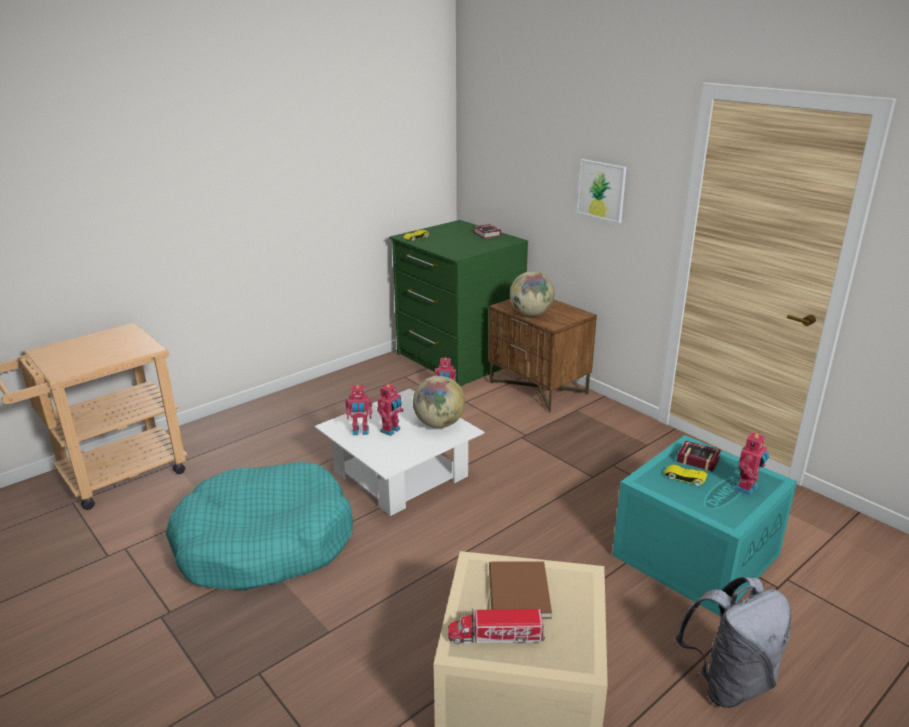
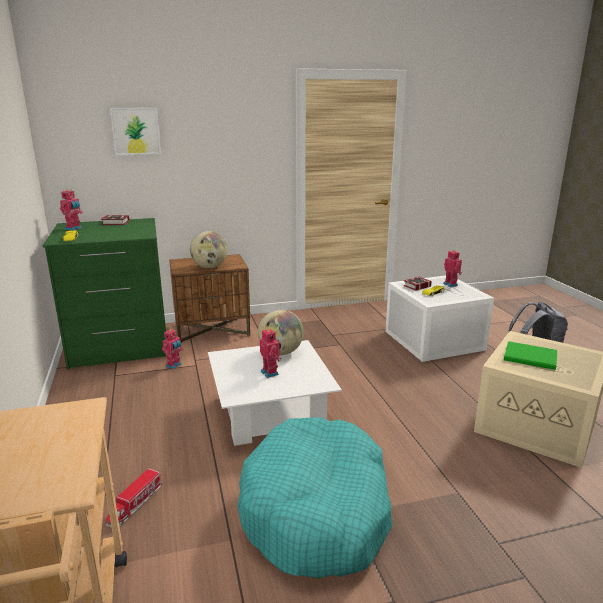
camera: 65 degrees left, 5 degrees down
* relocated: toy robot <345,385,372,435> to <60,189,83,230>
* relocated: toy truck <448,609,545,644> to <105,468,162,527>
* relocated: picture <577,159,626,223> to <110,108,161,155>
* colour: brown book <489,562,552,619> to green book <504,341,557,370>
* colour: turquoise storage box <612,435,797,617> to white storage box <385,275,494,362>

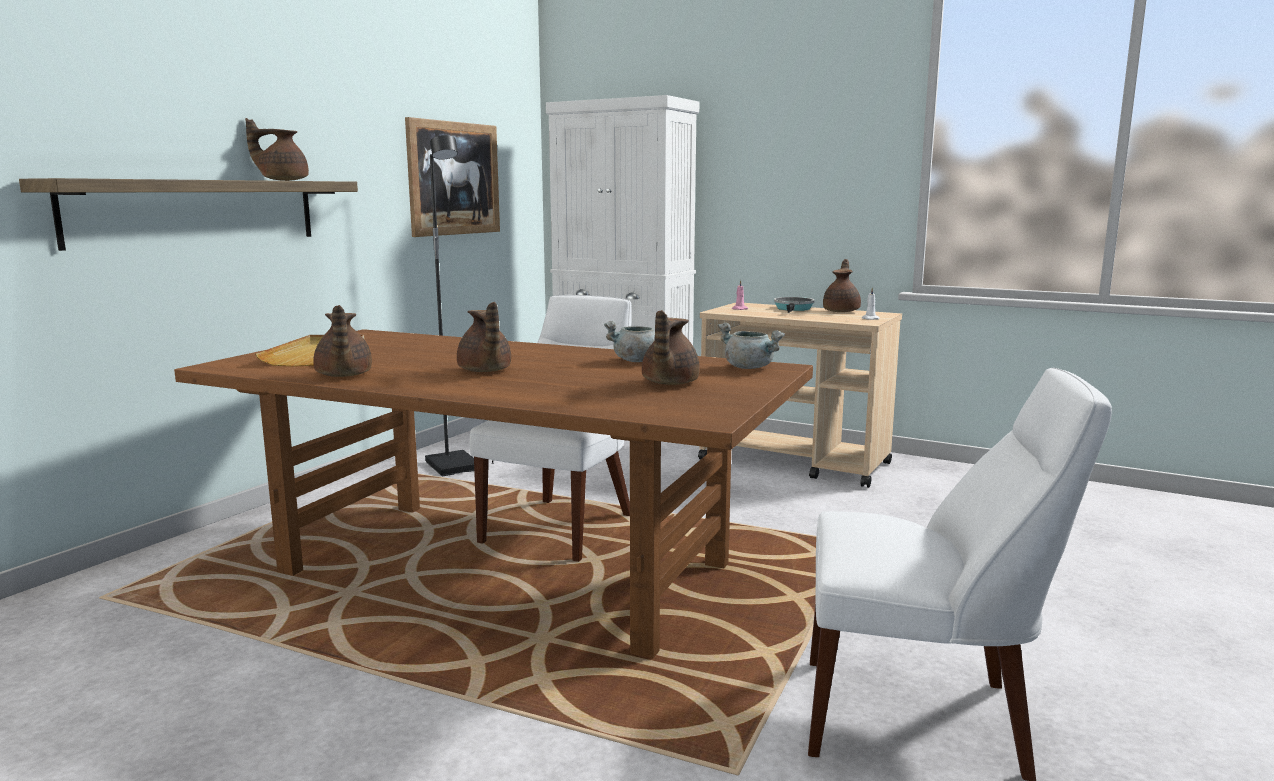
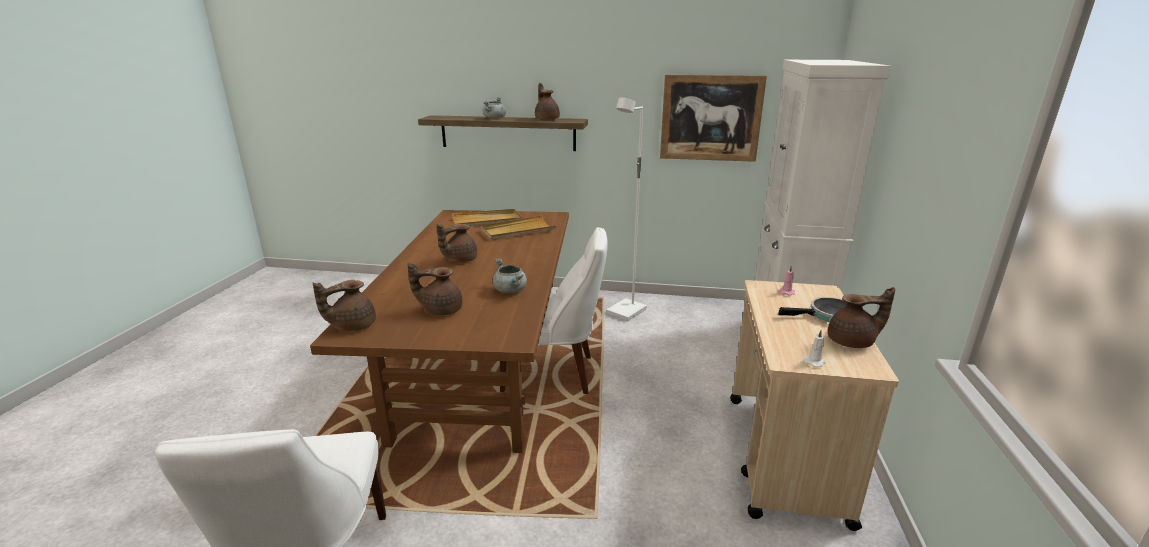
camera: 70 degrees right, 10 degrees up
* appeared: beige tray <481,215,557,241>
* relocated: brown teapot <313,305,372,377> to <313,280,376,331>
* relocated: grey cooking pot <718,323,785,369> to <482,97,506,119>
* colour: black floor lamp <425,135,474,476> to white floor lamp <606,98,647,321>

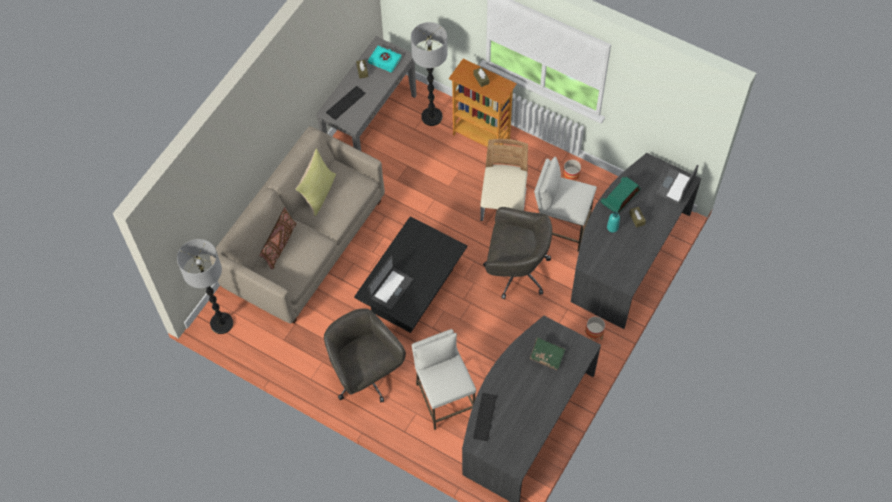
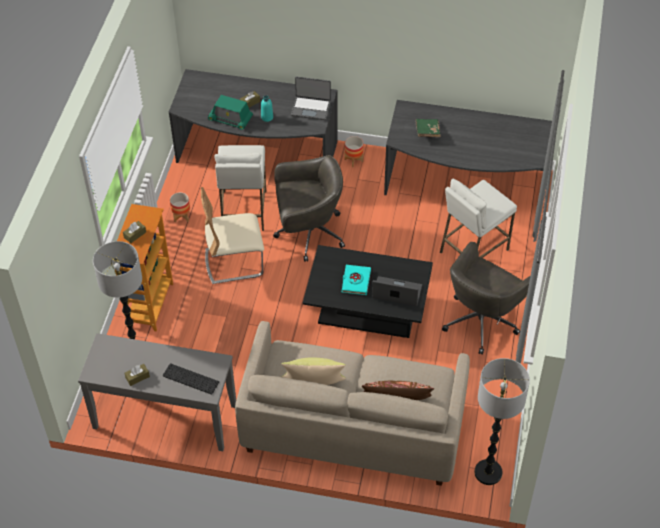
camera: 110 degrees left, 10 degrees down
* missing: keyboard <473,393,497,441>
* relocated: turquoise book <368,46,402,73> to <342,265,371,295>
* relocated: laptop <656,165,699,204> to <291,77,331,120>
* spun: grey office chair <483,207,552,299> = <273,155,345,262> 90 degrees clockwise

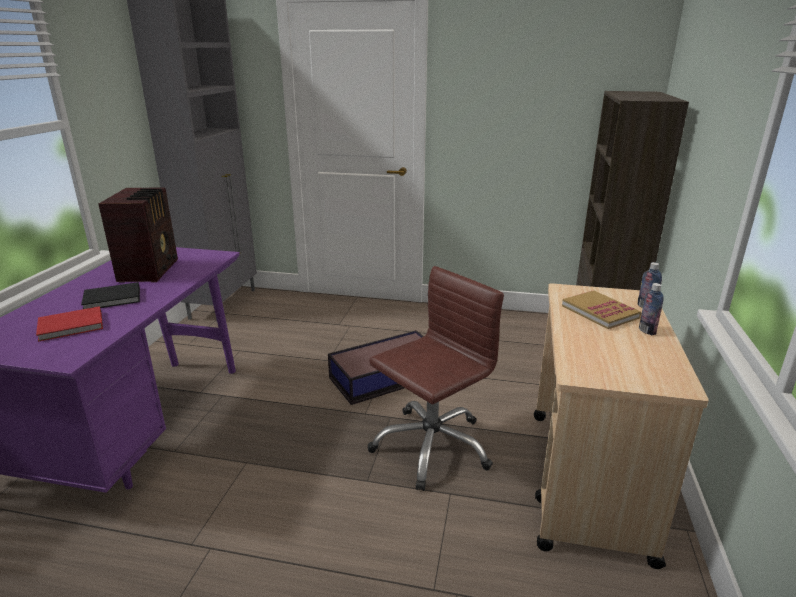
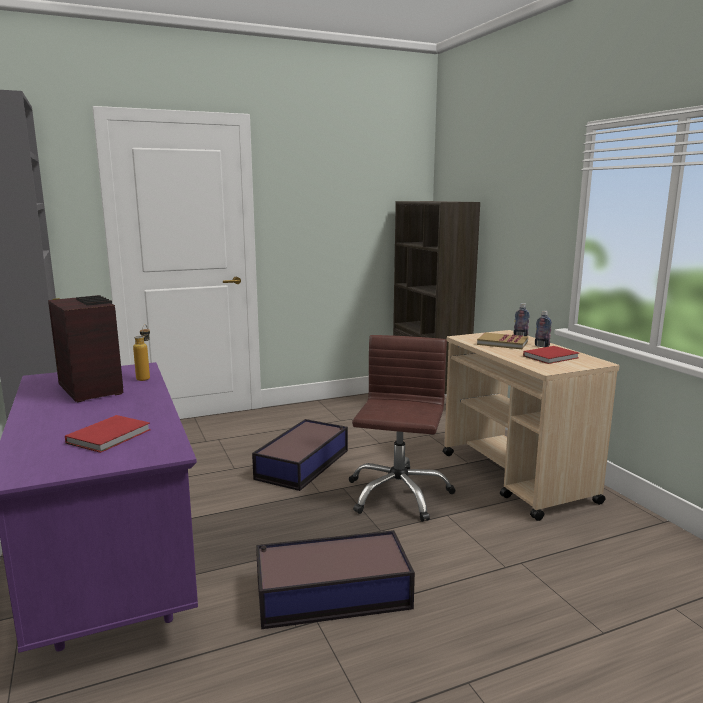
camera: 35 degrees left, 10 degrees down
* missing: black book <81,282,140,309>
* appeared: bottle <133,324,150,381>
* appeared: storage box <256,530,415,629>
* appeared: red book <523,346,579,364>

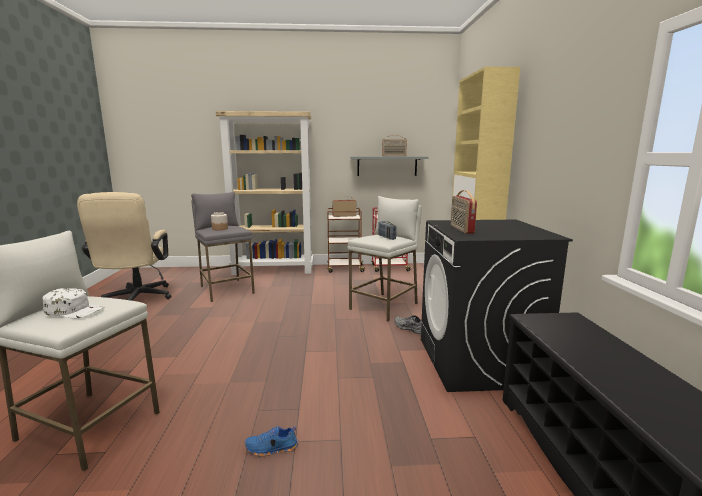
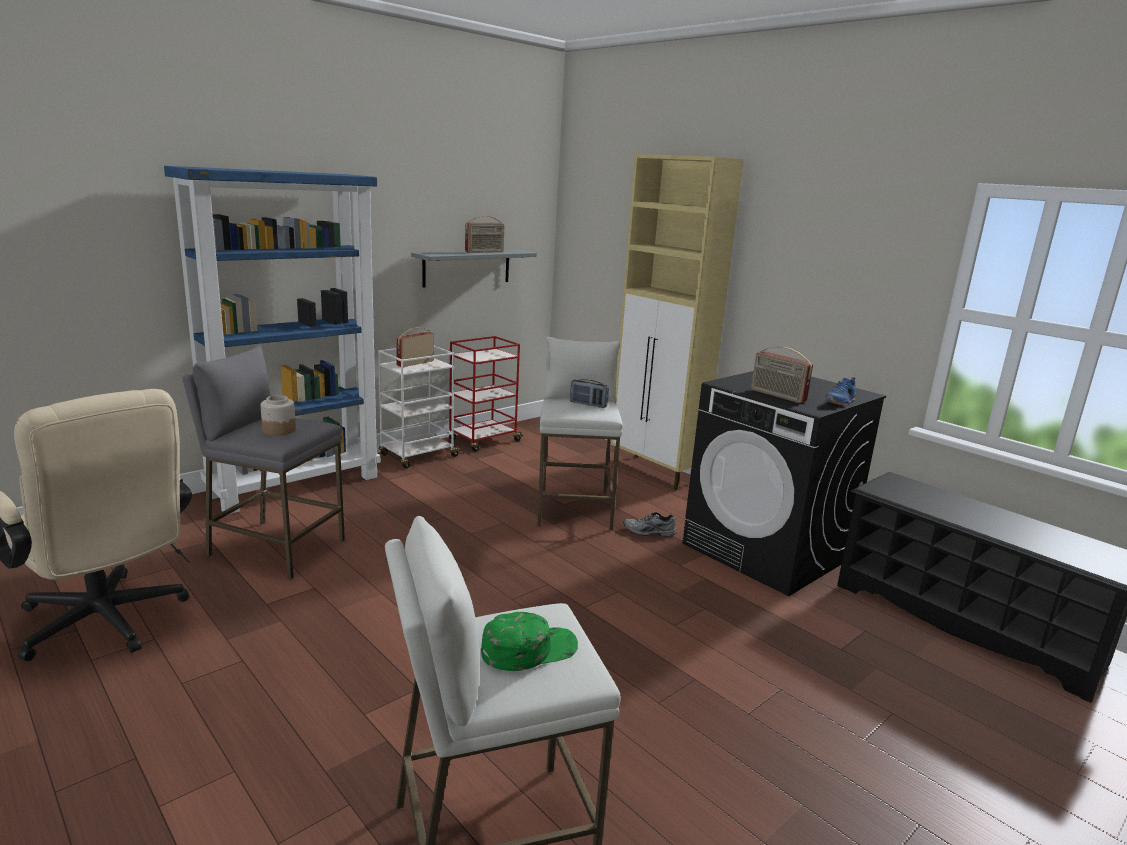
camera: 40 degrees left, 5 degrees up
* relocated: blue shoe <245,425,298,457> to <824,377,856,406>
* colour: white cap <42,288,105,319> to green cap <481,612,578,671>
* colour: beige bookcase <216,111,314,275> to blue bookcase <164,166,380,514>
* colour: brown cart <327,208,366,273> to white cart <378,346,461,469>

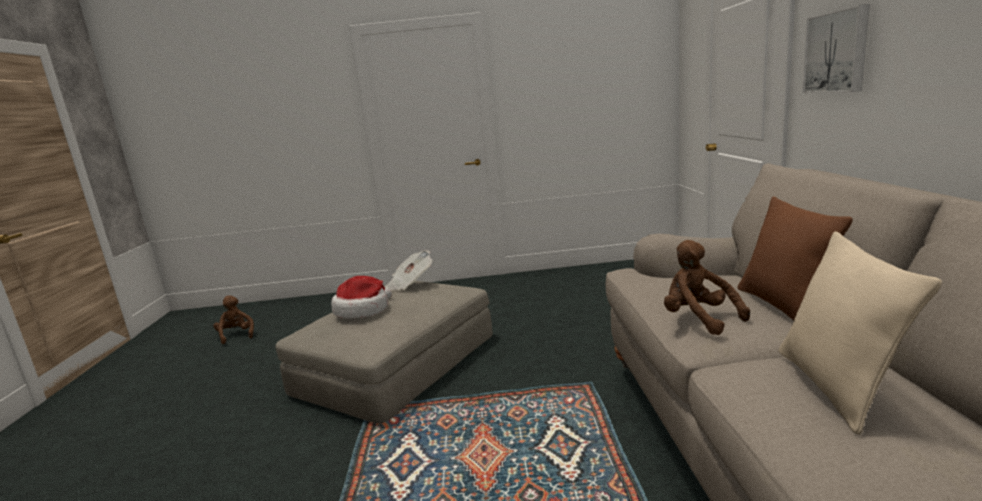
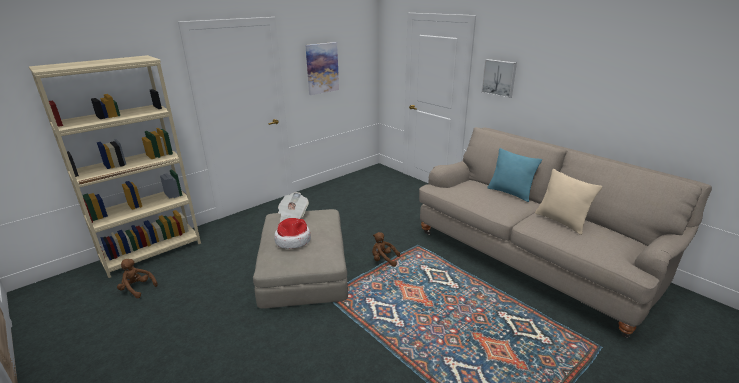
camera: 40 degrees left, 10 degrees up
* appeared: beige bookcase <29,55,201,278>
* appeared: picture <306,42,339,95>
* relocated: brown plush toy <664,240,750,335> to <372,232,400,267>
* colour: brown pillow <737,197,853,321> to turquoise pillow <487,148,542,202>

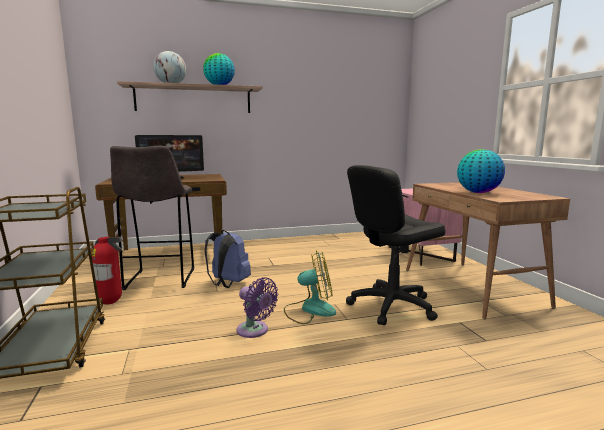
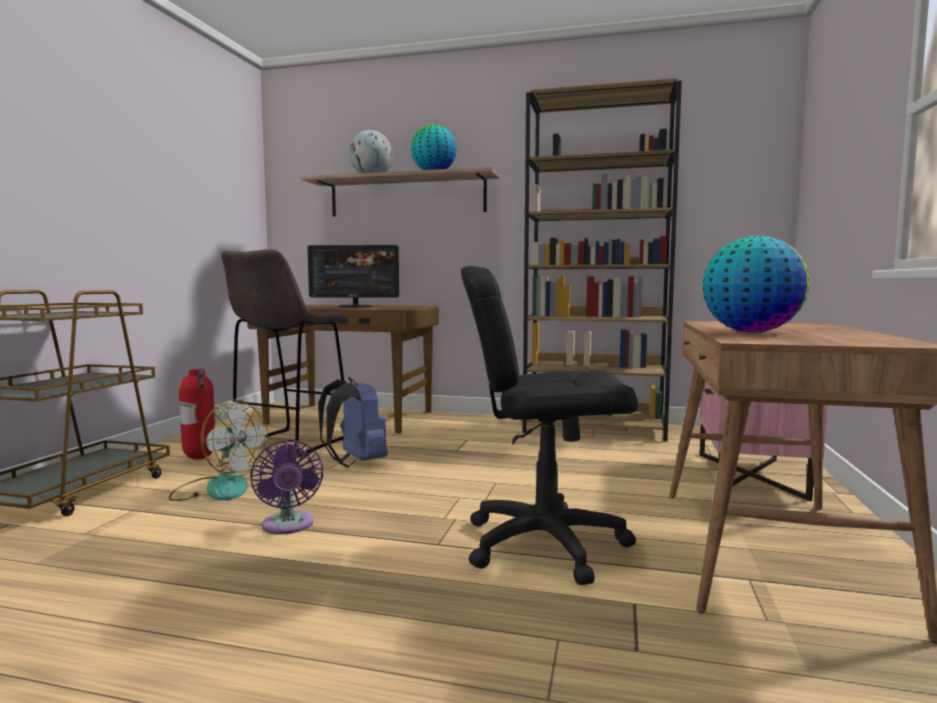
camera: 30 degrees right, 5 degrees down
* appeared: brown bookcase <522,78,682,442>
* relocated: fan <284,250,336,324> to <169,399,268,501>

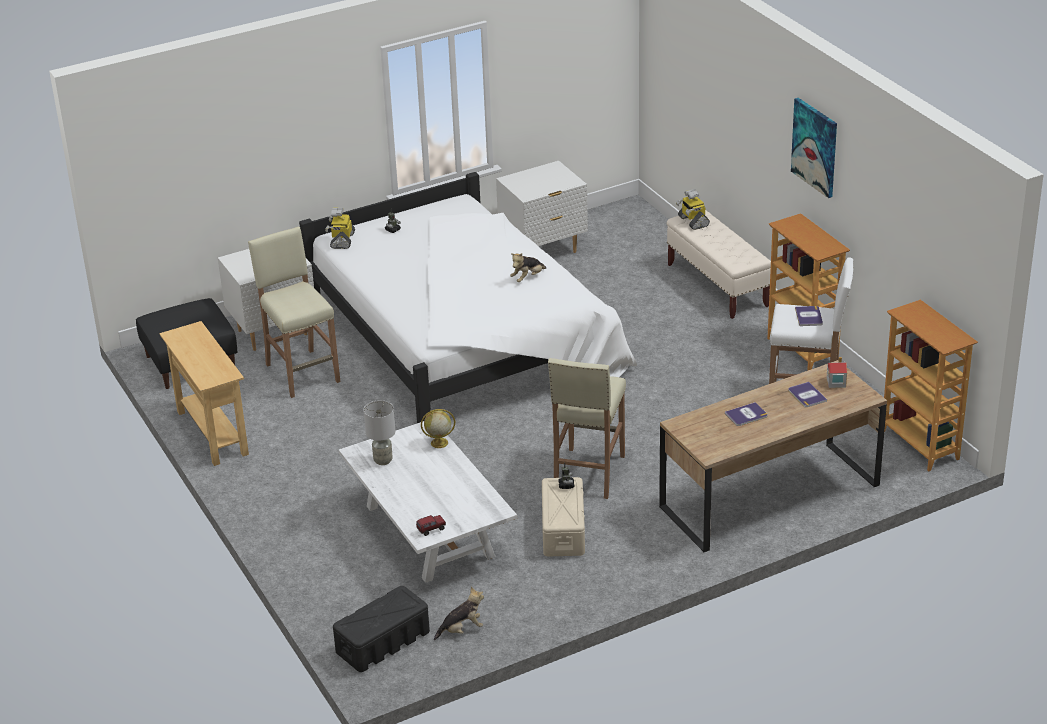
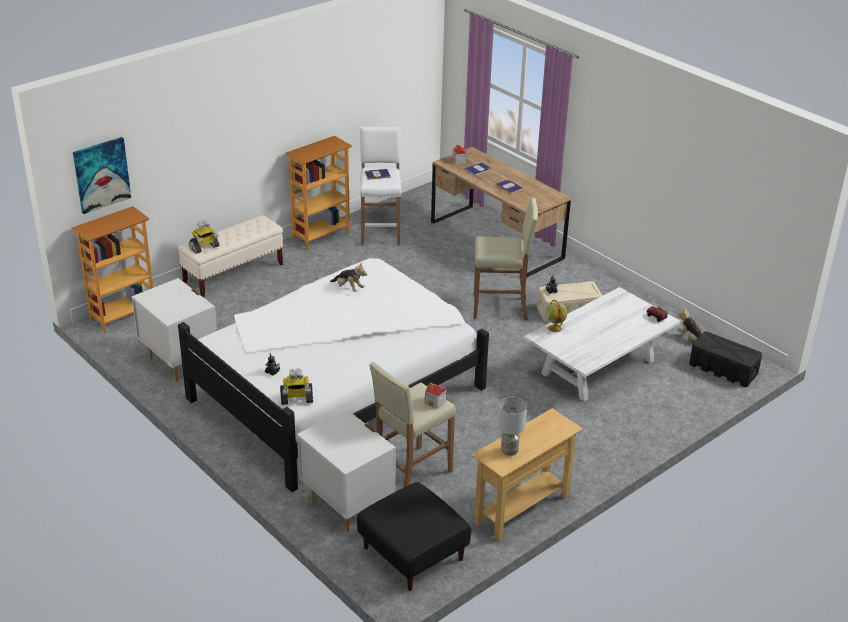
camera: 105 degrees left, 0 degrees up
* appeared: toy house <425,383,447,409>
* relocated: grey table lamp <364,400,395,465> to <498,397,527,456>
* relocated: picture <791,98,837,198> to <73,137,131,214>
* relocated: bookcase <884,300,978,471> to <72,206,153,333>

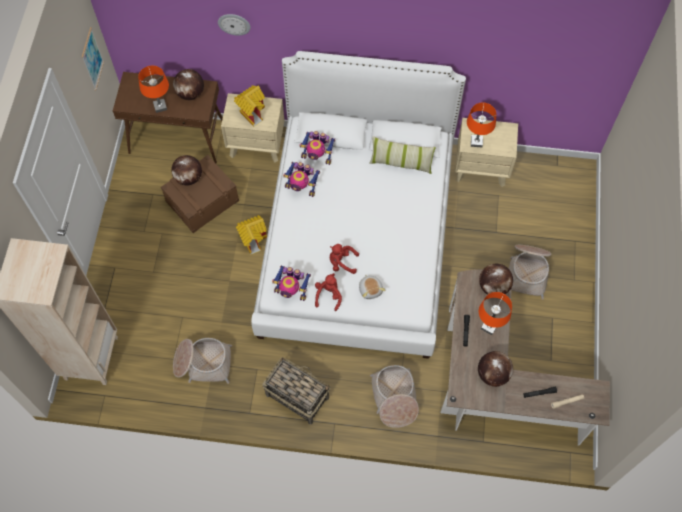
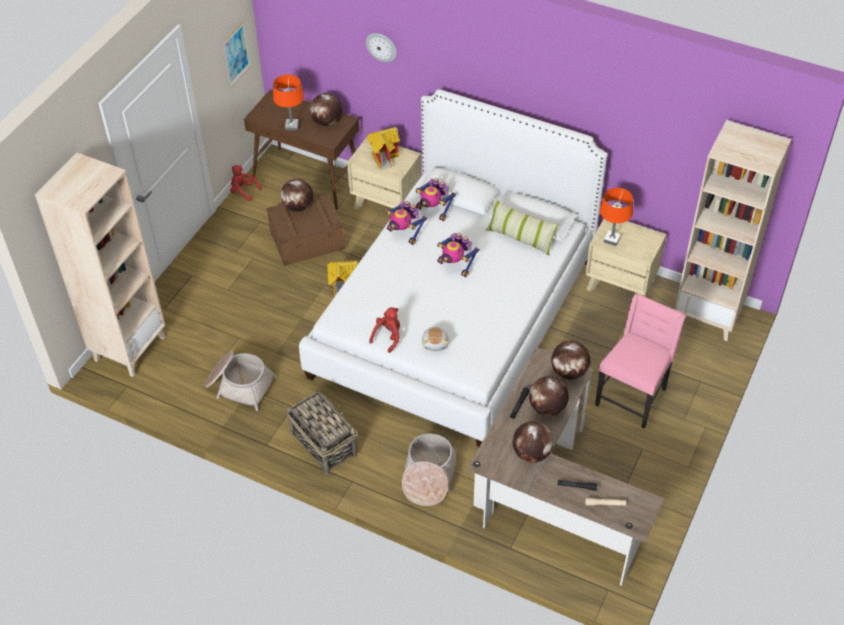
camera: 20 degrees right, 15 degrees down
* appeared: beige bookcase <674,120,791,341>
* relocated: toy robot <272,265,311,301> to <437,233,479,277>
* relocated: red plush toy <330,244,359,274> to <230,165,261,201>
* exchanged: orange table lamp <479,292,512,335> to globe <529,376,569,416>
* exchanged: basket <509,245,551,300> to pink chair <595,294,686,429>

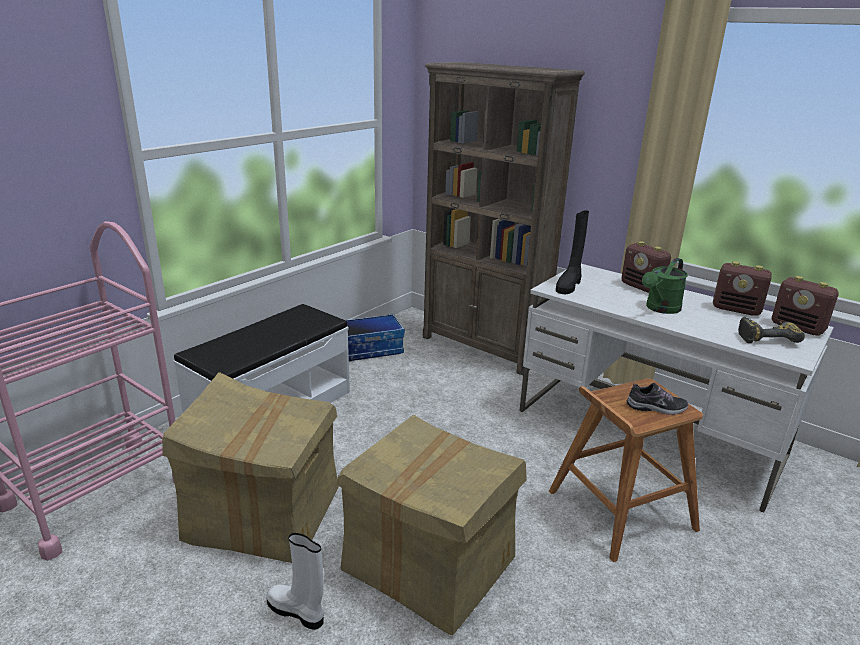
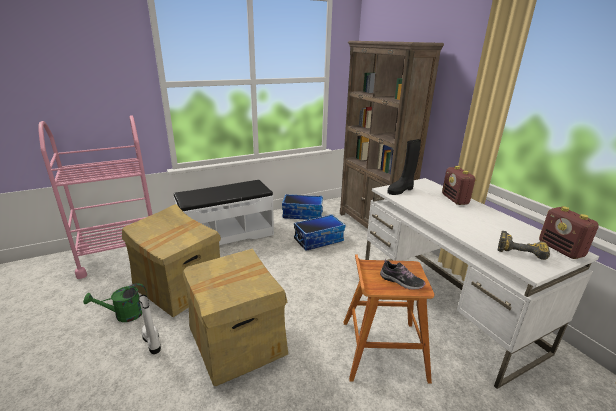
camera: 25 degrees right, 0 degrees up
* missing: radio <713,261,772,316>
* appeared: storage box <294,214,345,251>
* relocated: green watering can <642,258,688,314> to <83,283,147,322>

